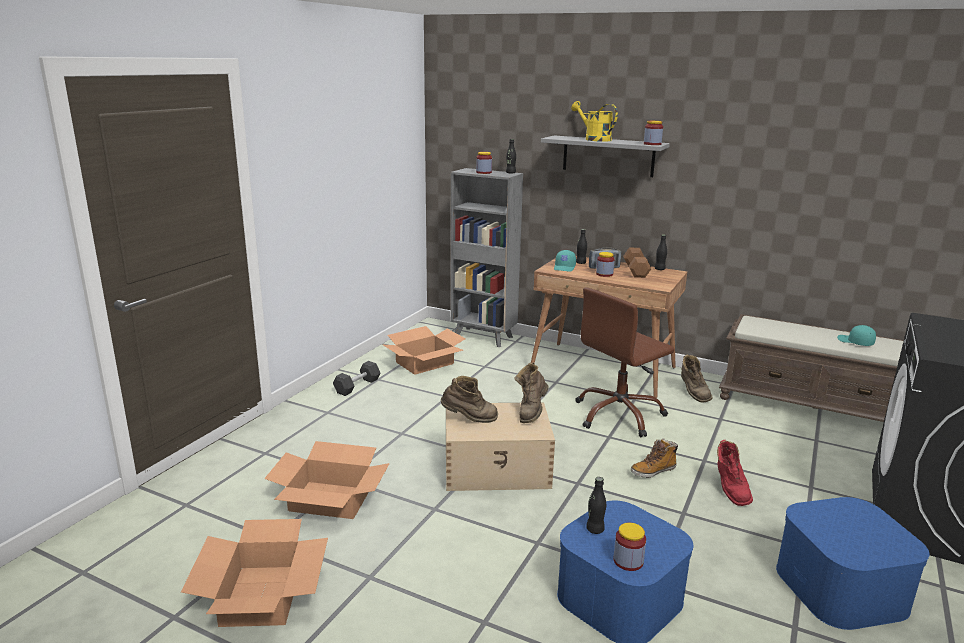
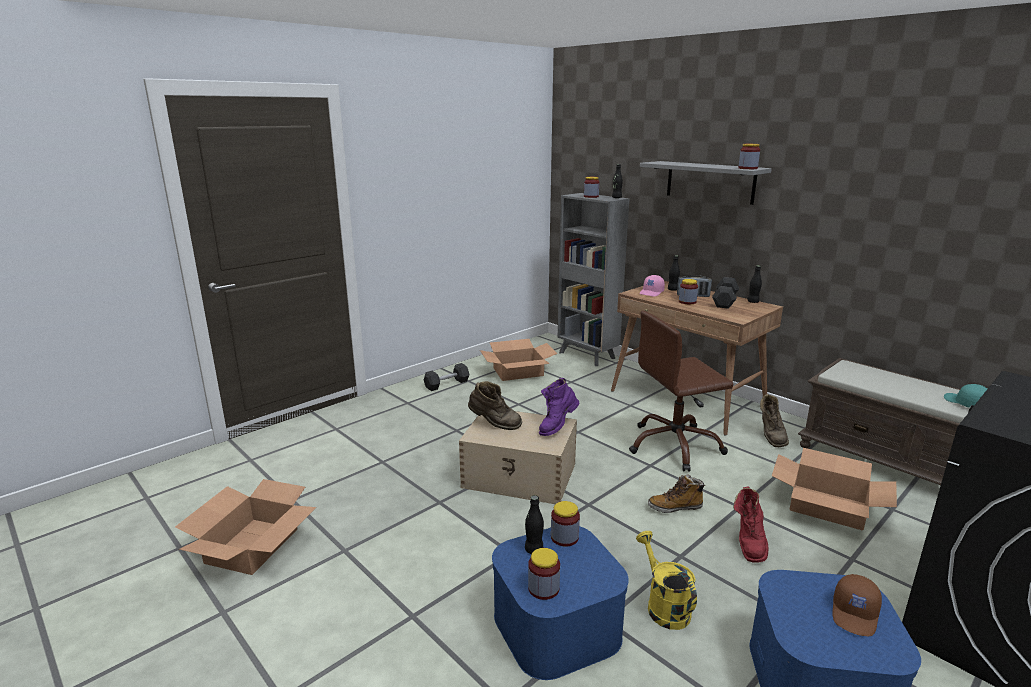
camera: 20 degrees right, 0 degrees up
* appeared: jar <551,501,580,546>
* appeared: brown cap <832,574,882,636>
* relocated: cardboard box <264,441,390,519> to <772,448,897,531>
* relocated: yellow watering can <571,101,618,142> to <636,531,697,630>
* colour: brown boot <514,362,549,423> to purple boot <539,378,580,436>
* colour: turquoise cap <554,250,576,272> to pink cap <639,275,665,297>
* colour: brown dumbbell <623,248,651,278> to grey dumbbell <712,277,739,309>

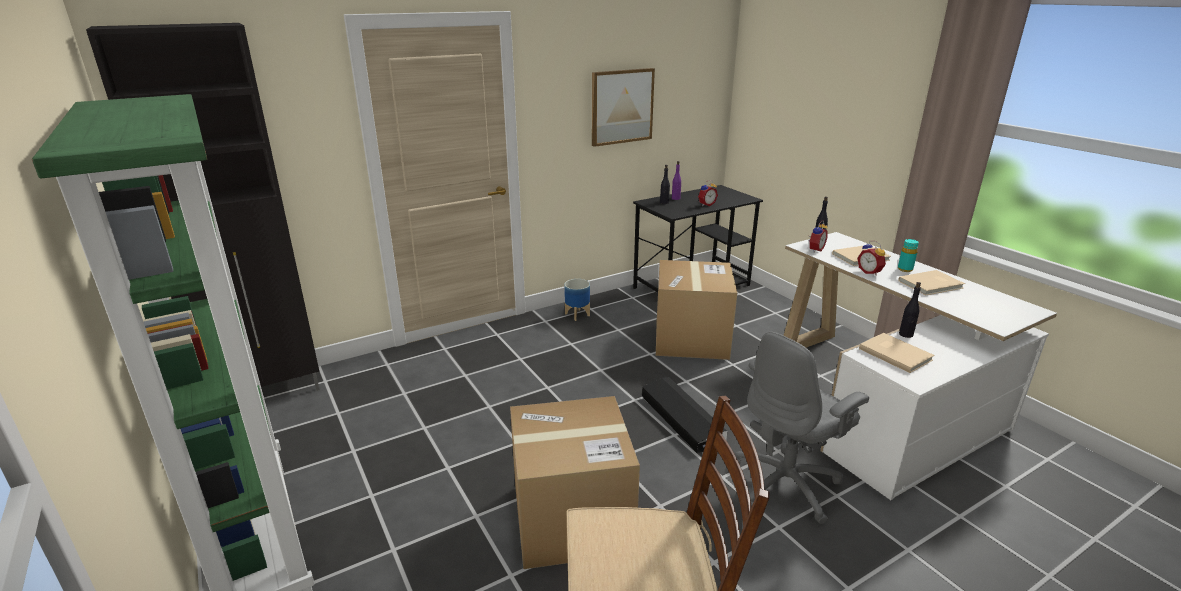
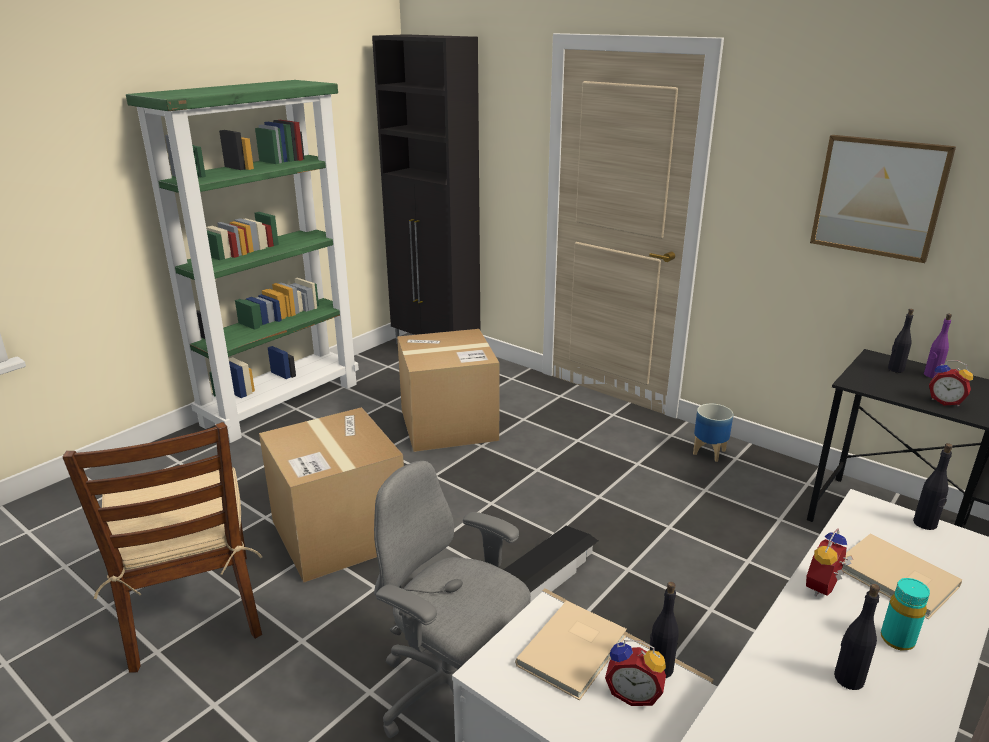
camera: 70 degrees right, 0 degrees up
* relocated: cardboard box <656,260,737,360> to <397,329,500,452>
* relocated: alarm clock <809,221,828,253> to <605,640,666,706>
* exchanged: beige book <898,270,965,295> to black bottle <834,584,880,690>

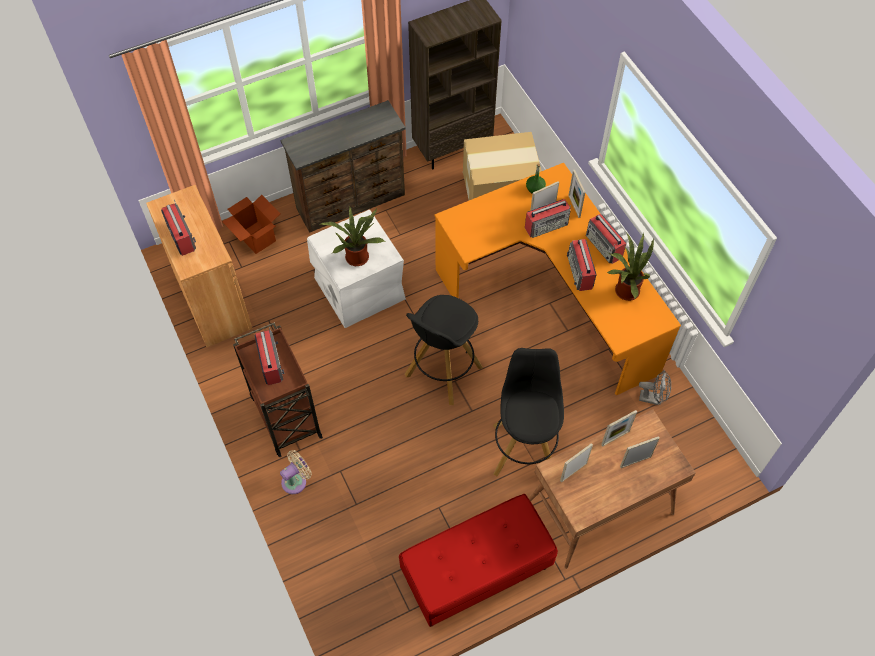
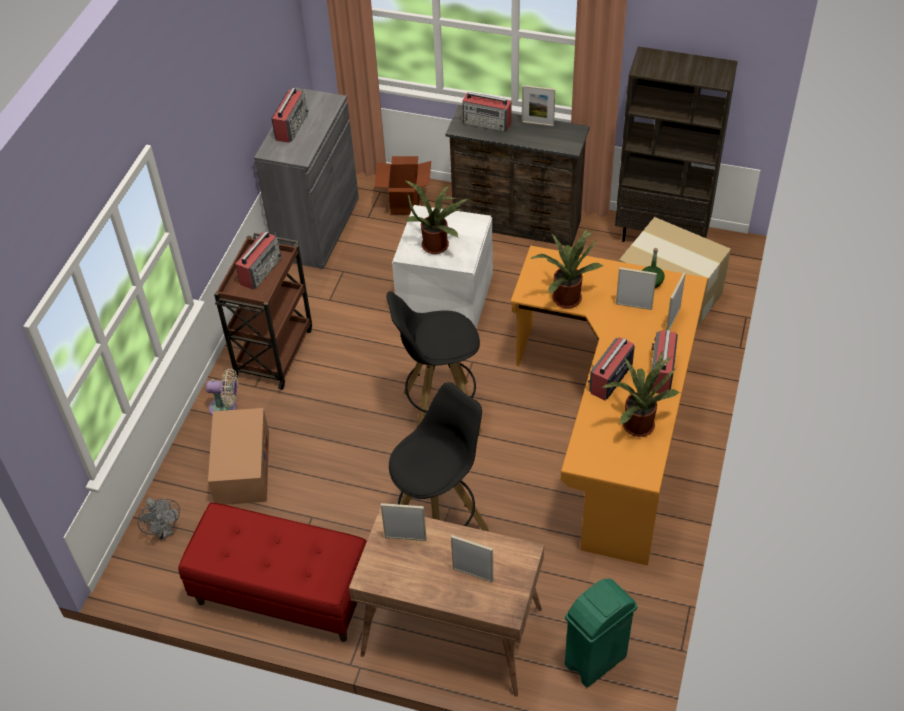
camera: 45 degrees right, 10 degrees down
* appeared: cardboard box <208,408,269,505>
* appeared: potted plant <530,227,603,308>
* appeared: green trash can <565,579,638,688>
* relocated: radio <525,199,571,238> to <462,92,512,132>
* relocated: picture frame <601,410,637,447> to <522,85,555,127>
* relocated: grey fan <639,370,671,405> to <138,498,180,540>
* colour: brown cabinet <146,185,252,347> to grey cabinet <254,87,359,269>

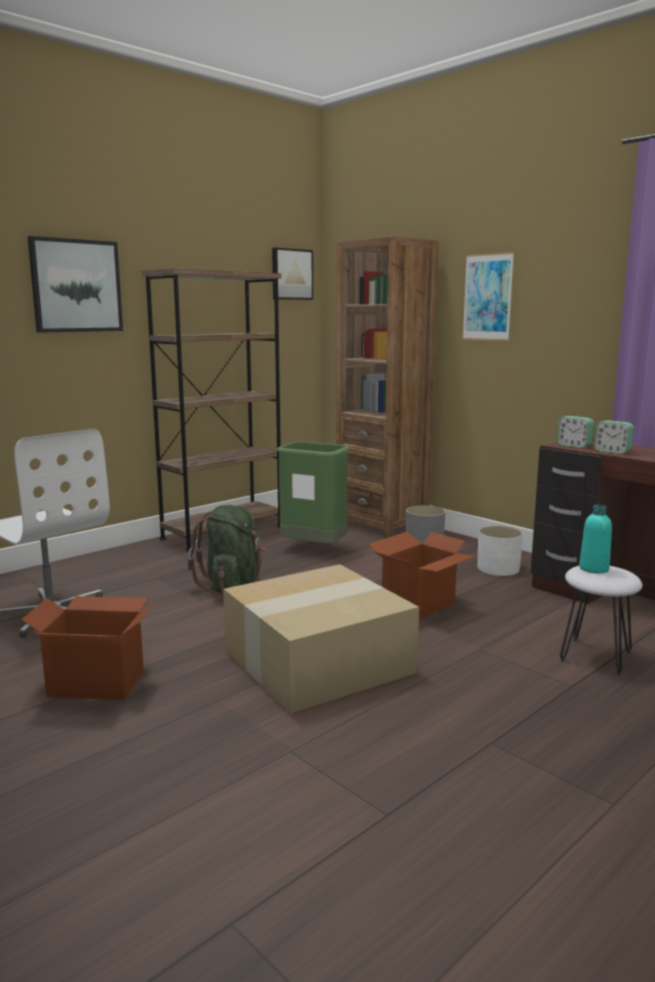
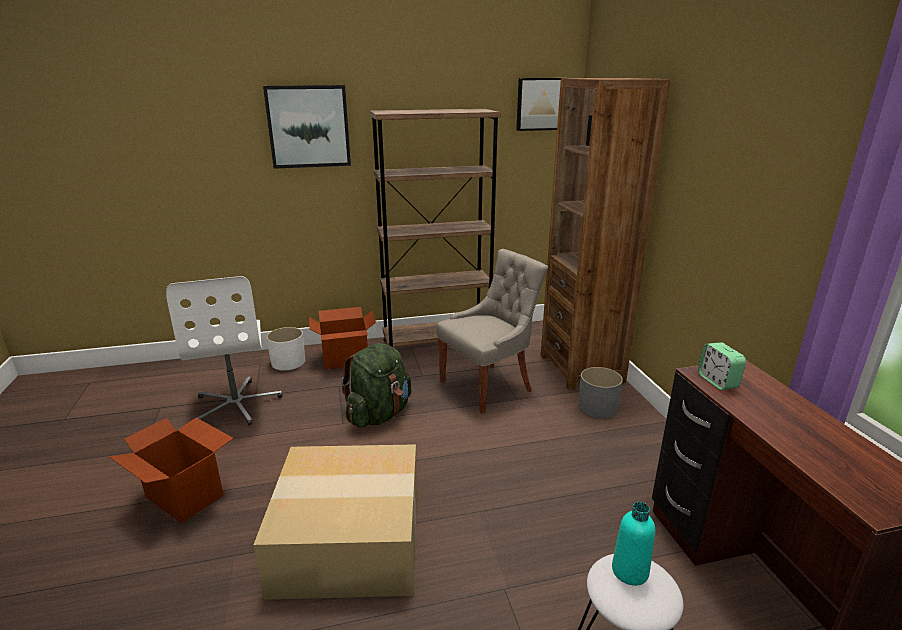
camera: 30 degrees right, 10 degrees up
* missing: picture <462,252,514,341>
* missing: alarm clock <594,420,634,454>
* relocated: cardboard box <368,532,475,620> to <309,307,376,369>
* relocated: white planter <478,526,523,576> to <266,327,305,370>
* exchanged: green trash can <277,441,350,543> to grey chair <436,249,548,414>

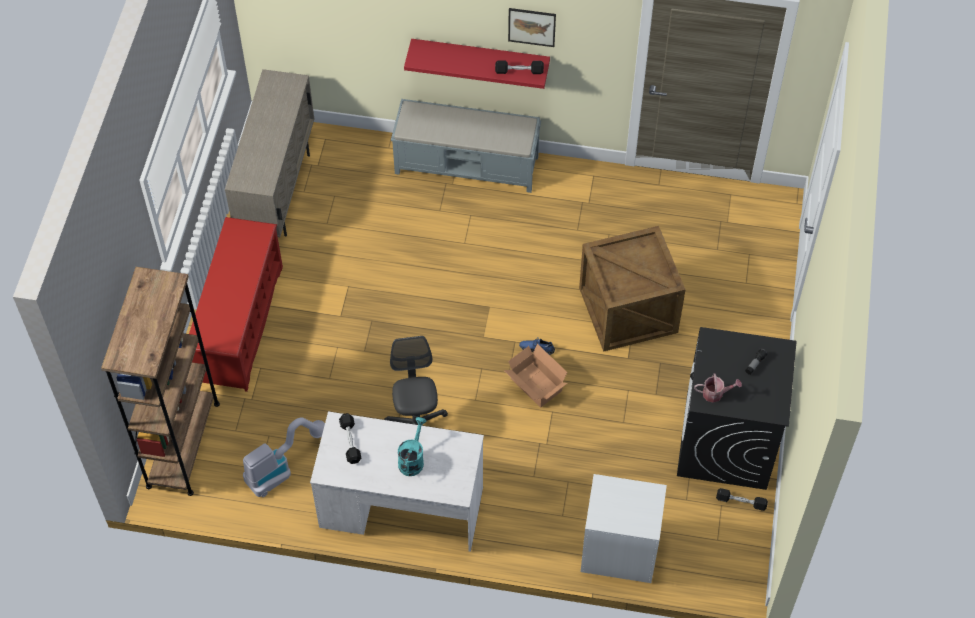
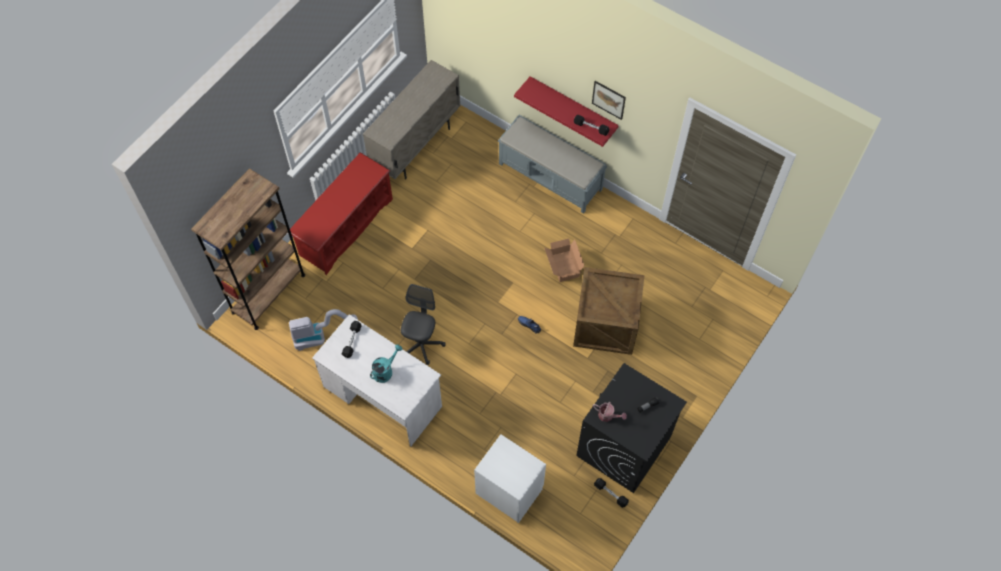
camera: 25 degrees right, 5 degrees up
* relocated: cardboard box <504,344,567,408> to <544,238,585,282>

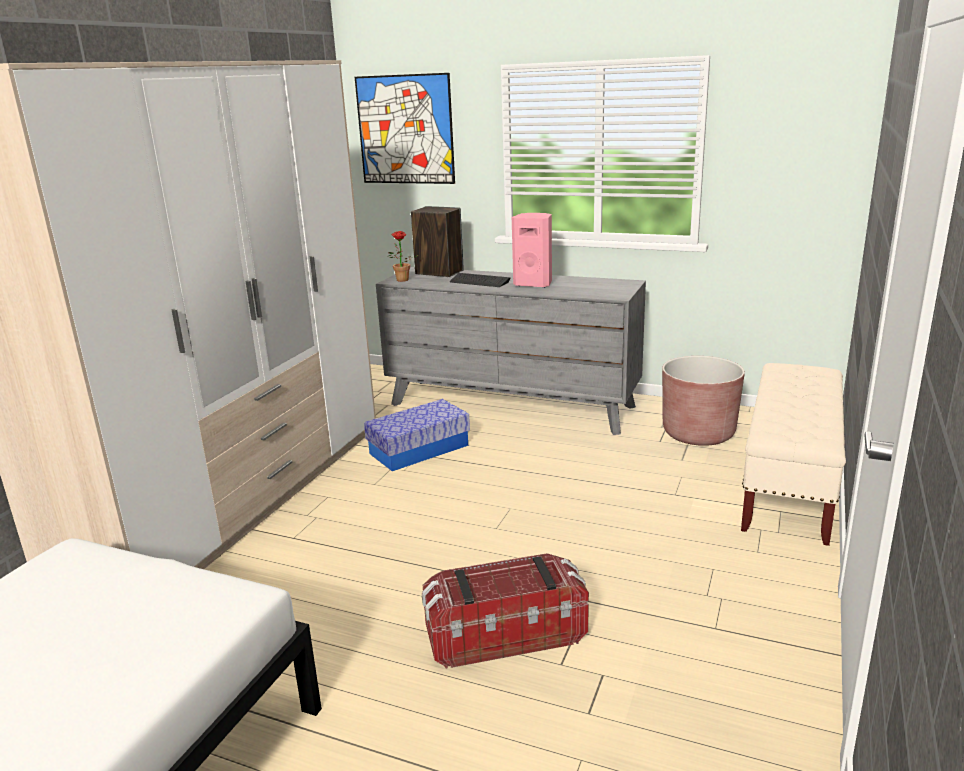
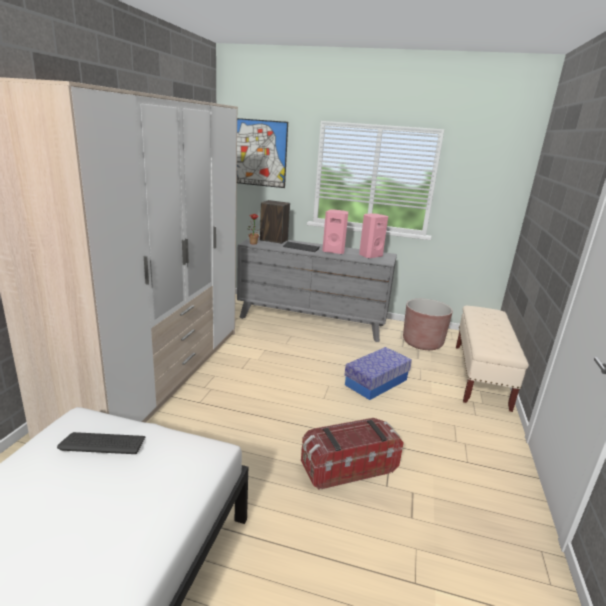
camera: 10 degrees left, 0 degrees up
* appeared: keyboard <57,432,145,454>
* appeared: pink speaker <359,213,388,258>
* relocated: storage box <364,399,470,471> to <344,347,412,400>

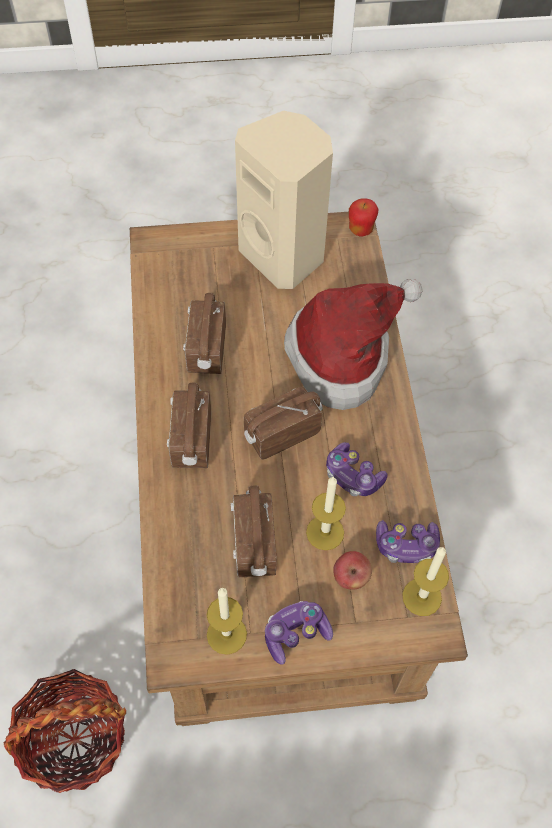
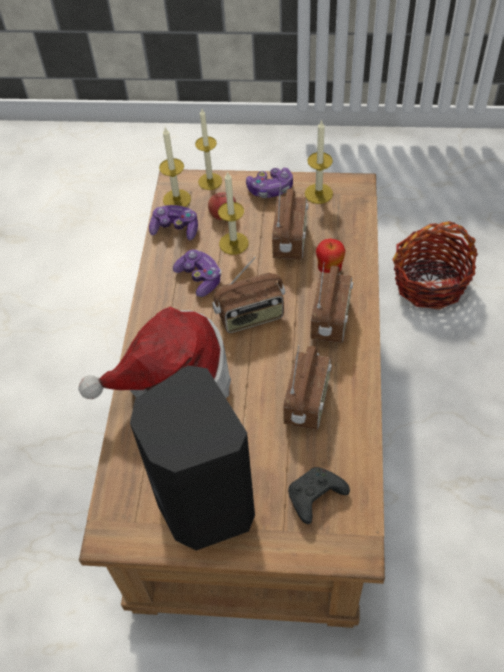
camera: 165 degrees left, 5 degrees down
* appeared: candle <195,109,222,190>
* appeared: black game controller <288,467,350,524>
* relocated: apple <349,198,378,236> to <316,239,345,273>
* colour: beige speaker <235,111,333,289> to black speaker <130,365,255,550>

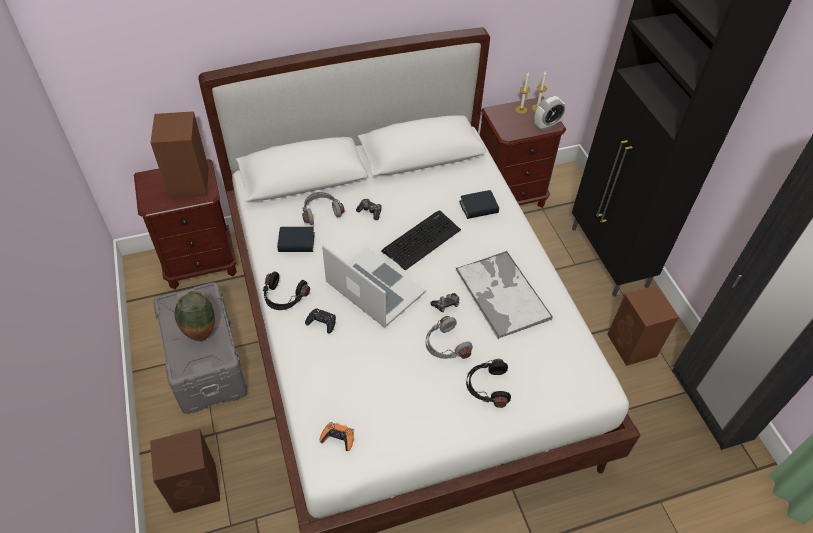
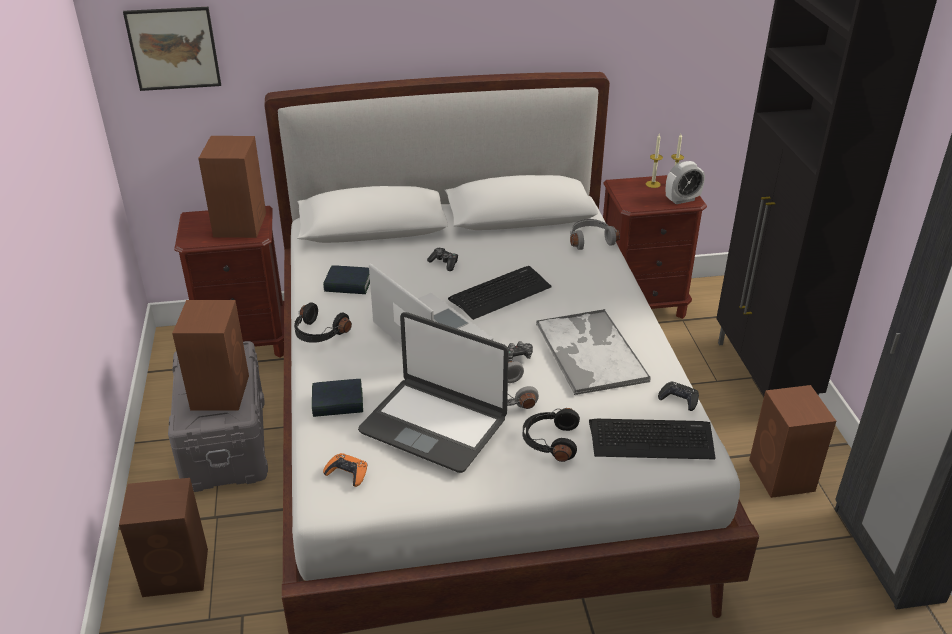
camera: 10 degrees right, 15 degrees down
* appeared: picture <123,7,221,91>
* appeared: laptop <358,312,509,473>
* appeared: keyboard <589,419,716,460>
* relocated: grey headphones <302,192,345,225> to <570,219,620,250>
* relocated: black game controller <305,309,336,333> to <658,381,699,411>
* relocated: book <459,190,499,219> to <312,379,363,417>
* exchanged: vase <175,291,215,341> to brown speaker <172,300,249,410>

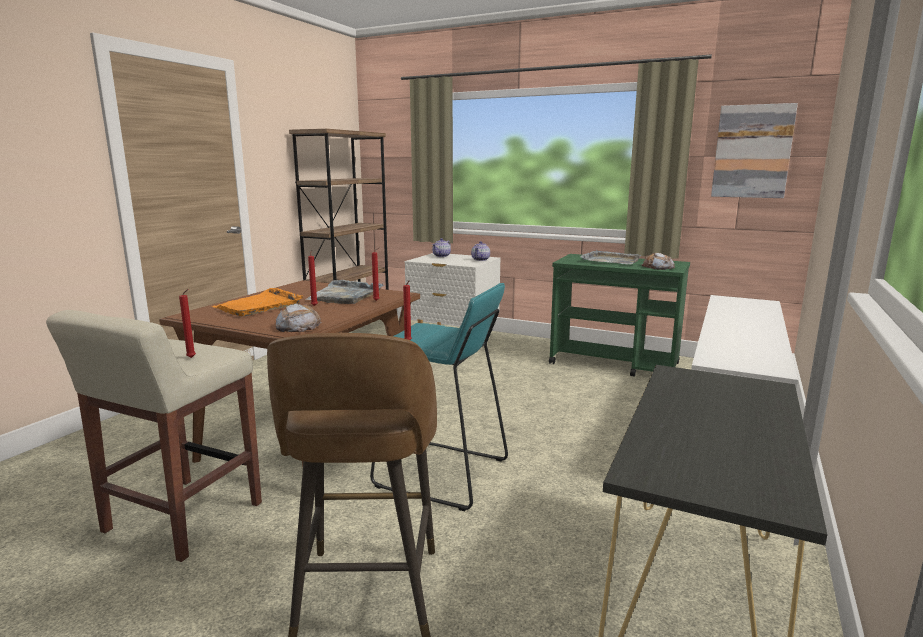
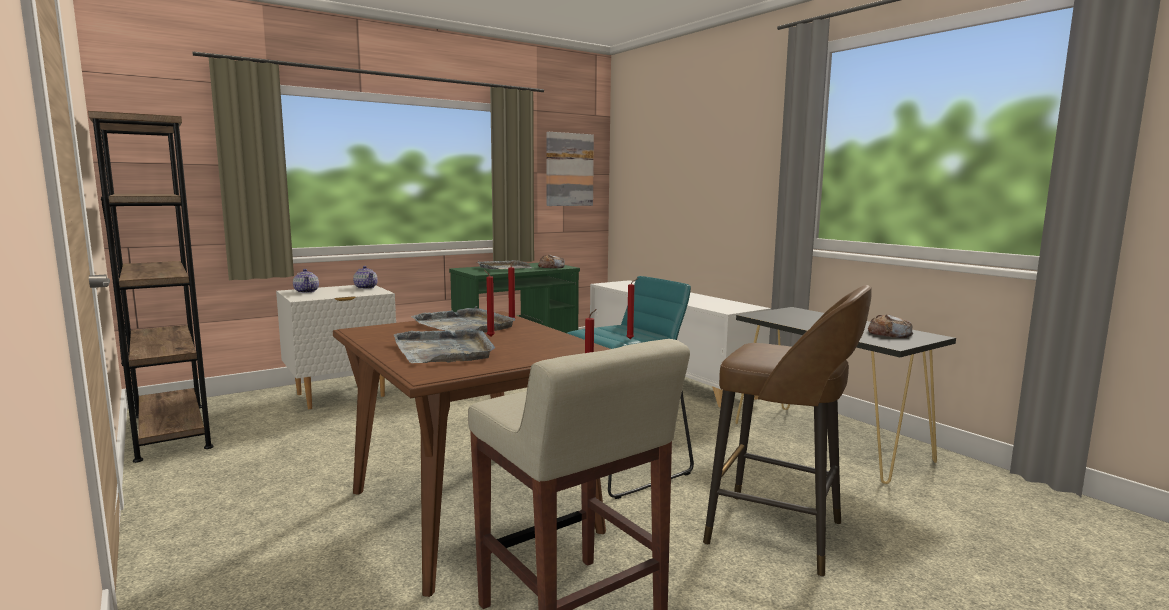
camera: 60 degrees left, 5 degrees down
* relocated: bread <276,303,321,332> to <868,314,913,338>
* colour: orange tray <212,288,303,316> to grey tray <394,328,495,363>

